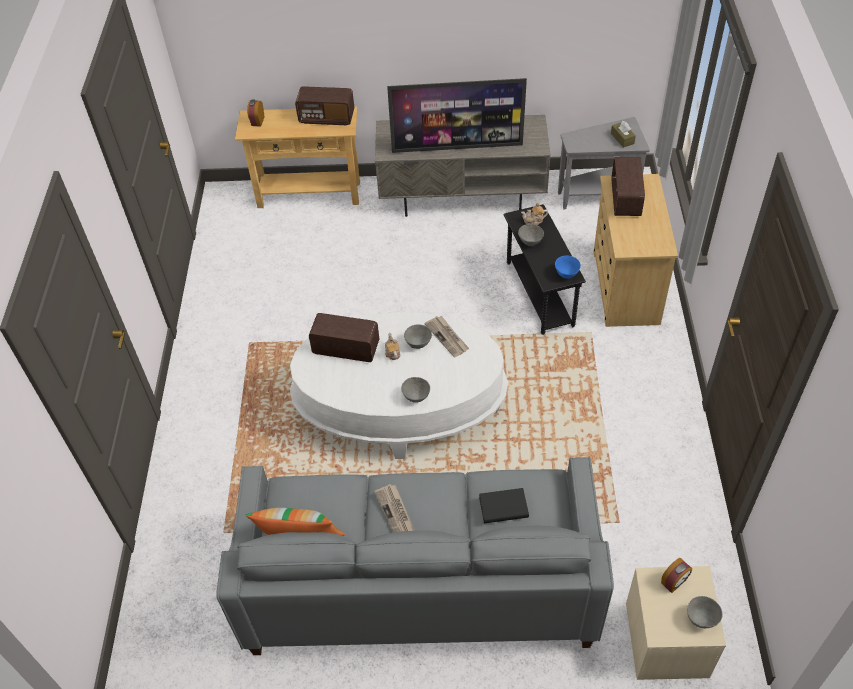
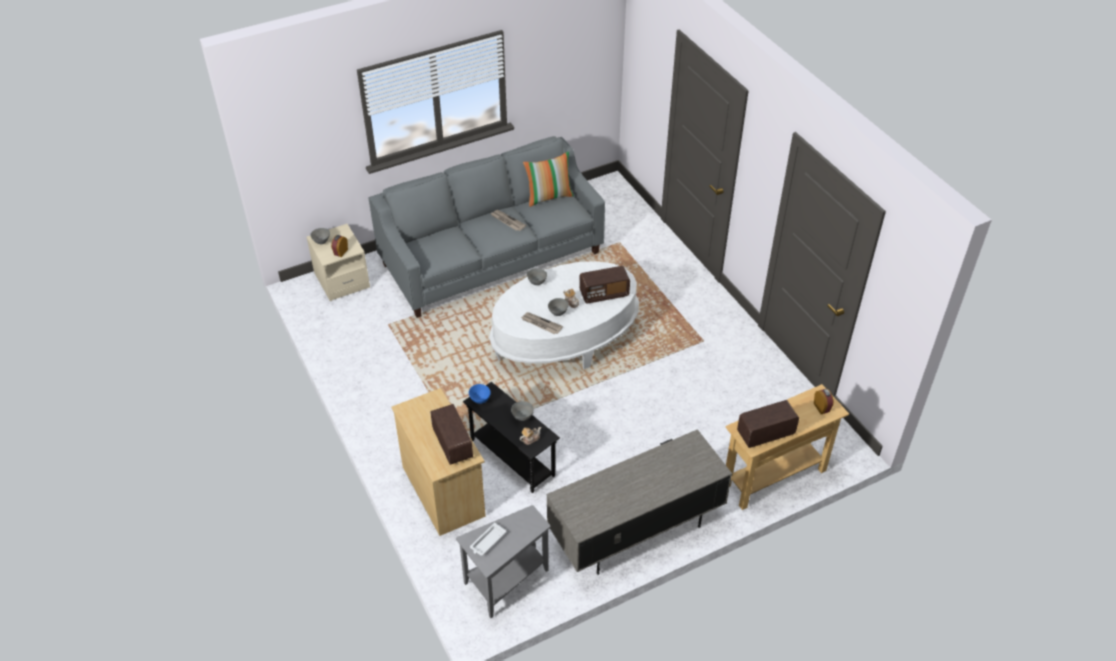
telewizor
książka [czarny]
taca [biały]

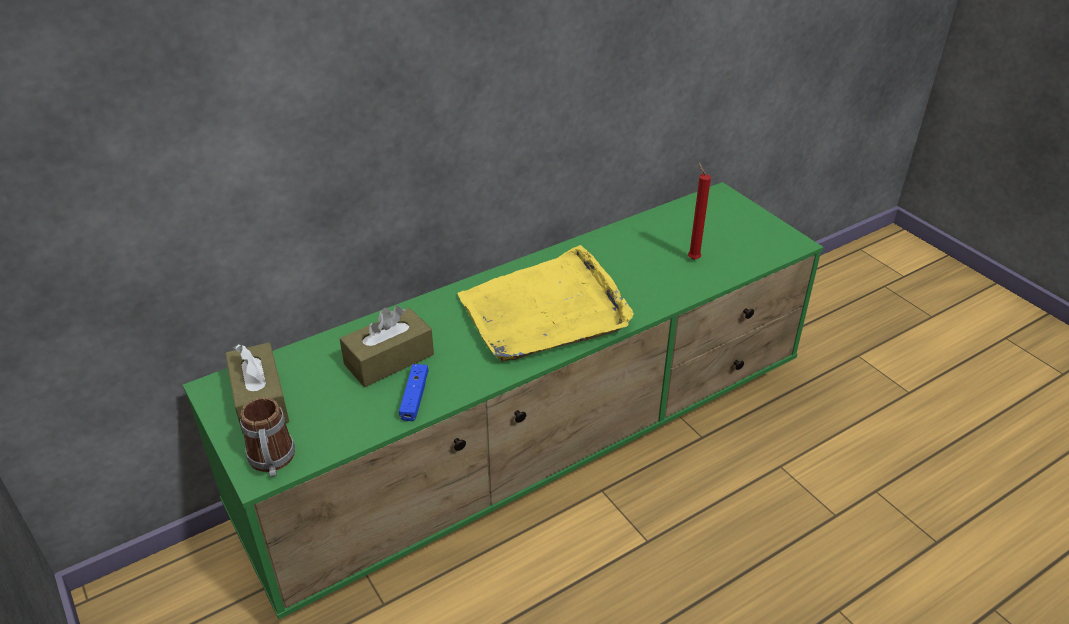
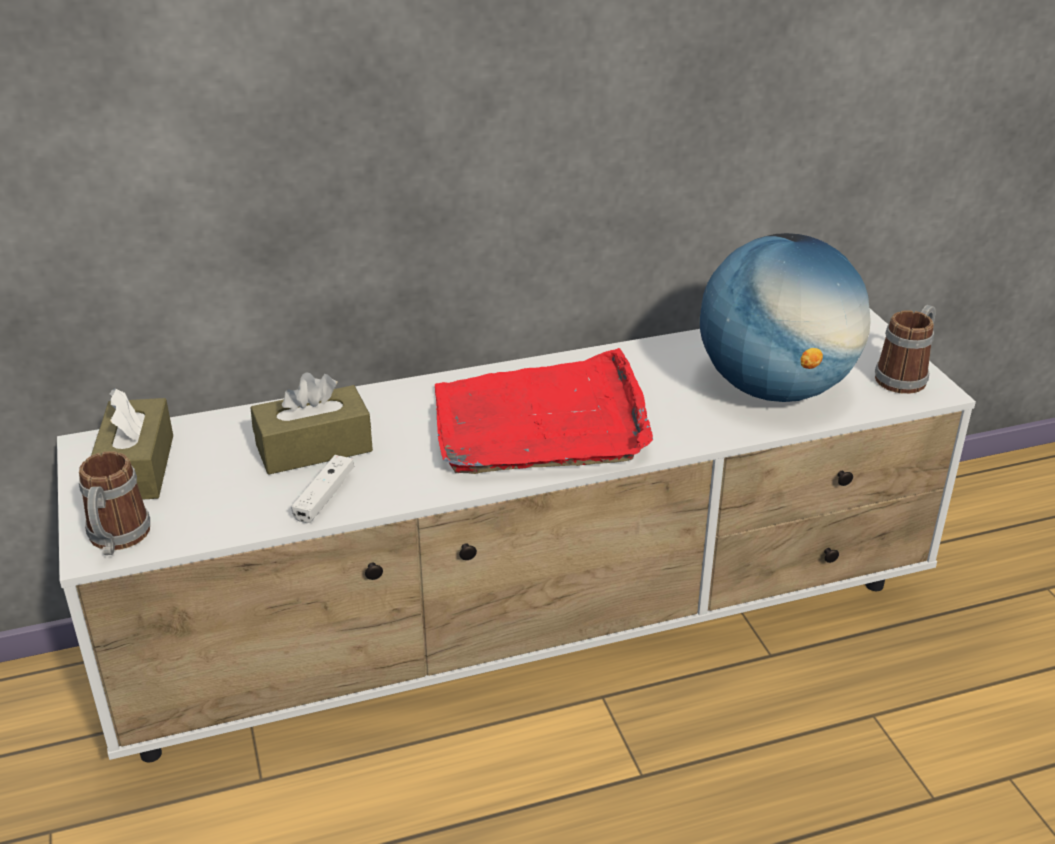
kubek (2nd from left)
globus
szafka pod telewizor [biały]
pad do gier [biały]
taca [czerwony]

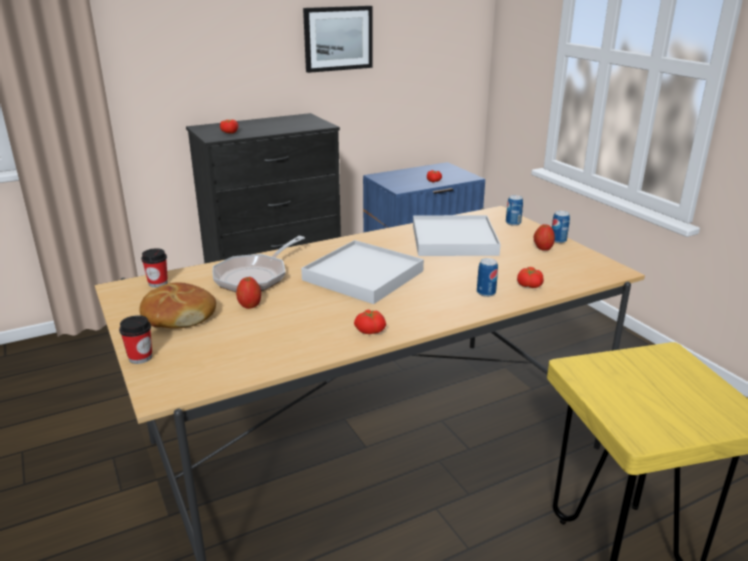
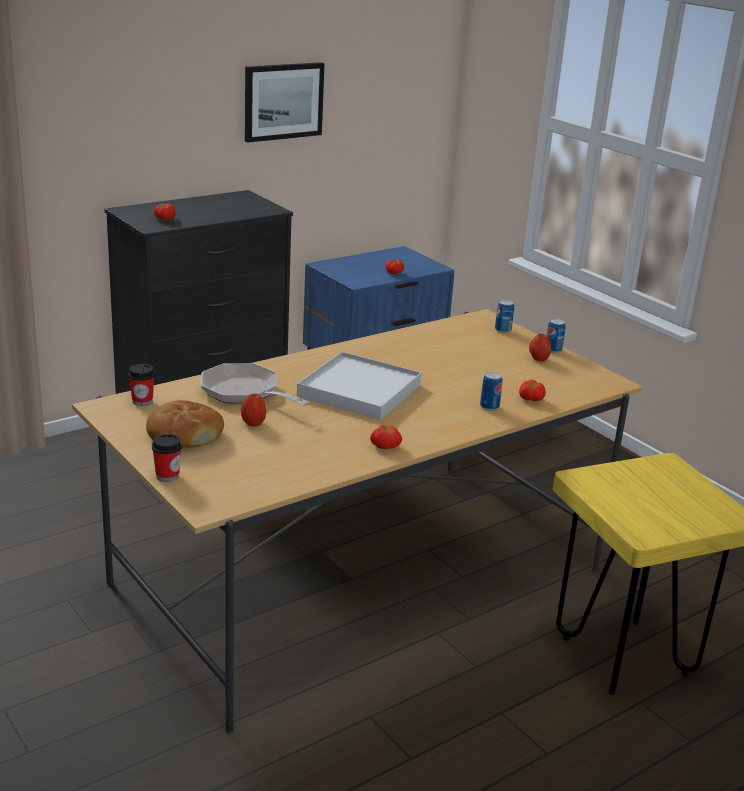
taca [biały] (2nd from left in the first image)
patelnia

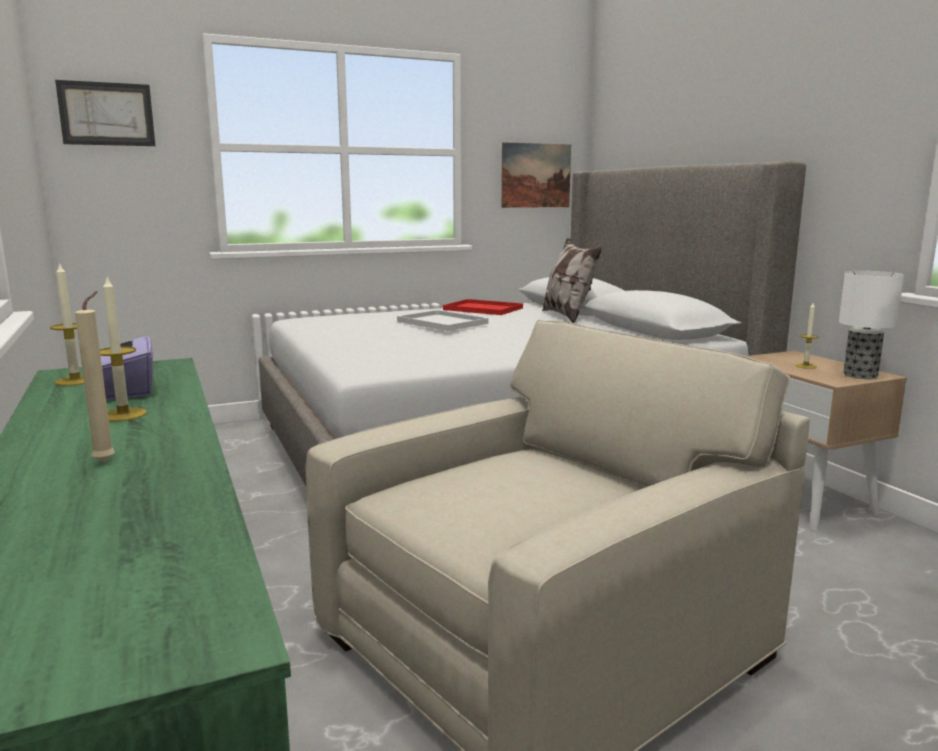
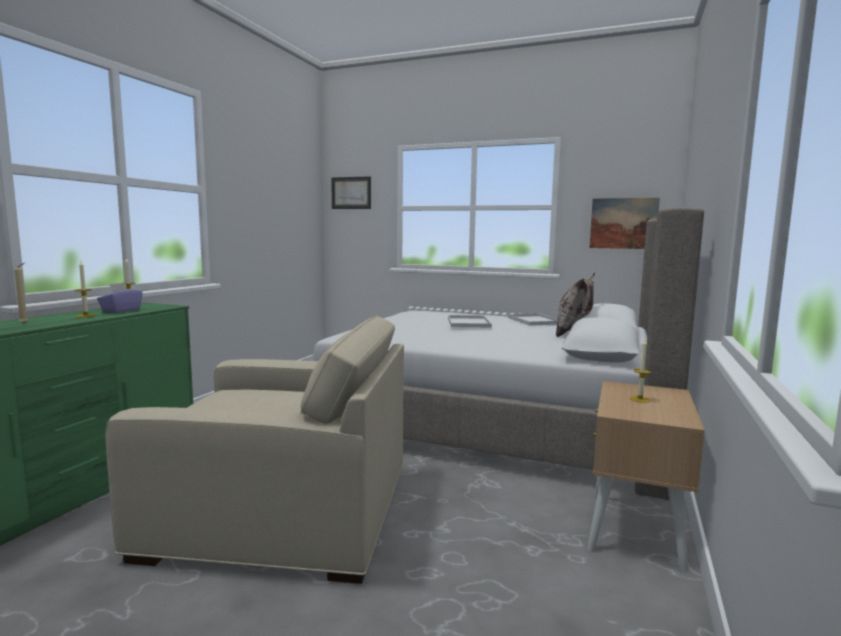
lampa stołowa
taca [biały] (2nd from left)

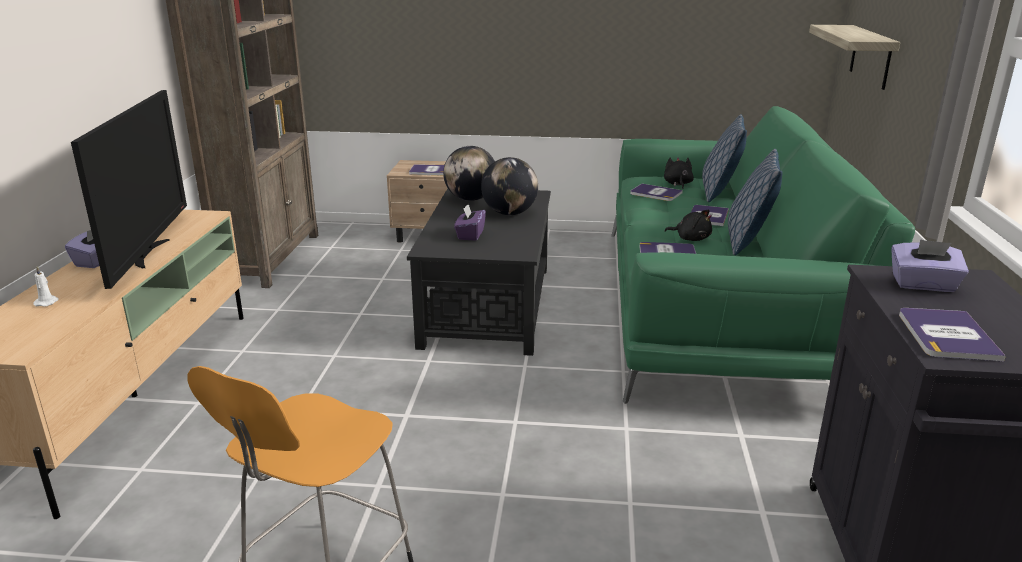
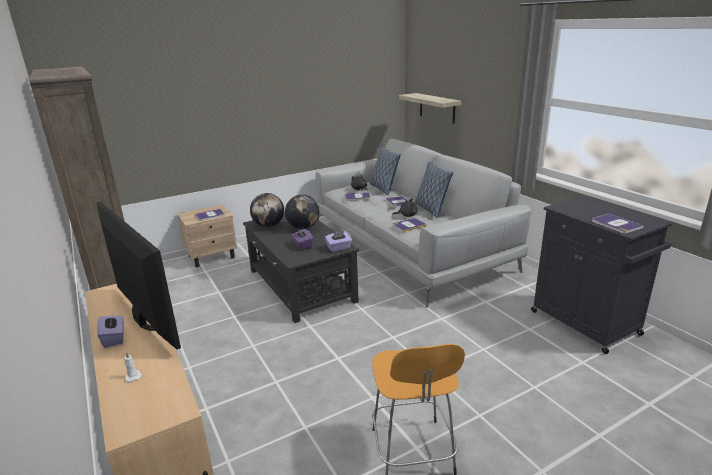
pudełko chusteczek [fioletowy] (3rd from left)
kanapa [szary]

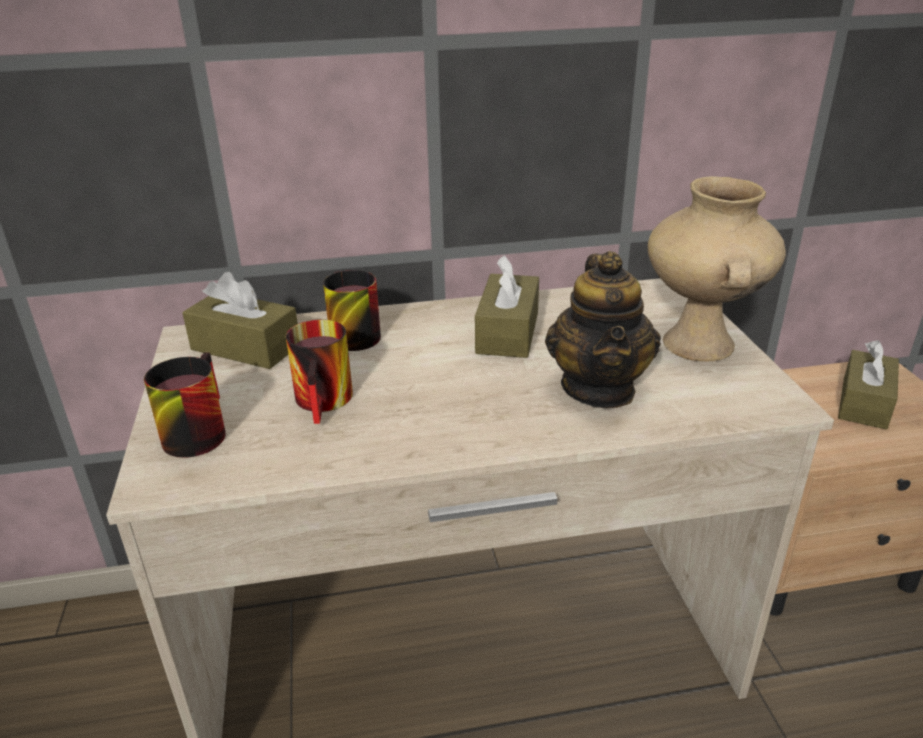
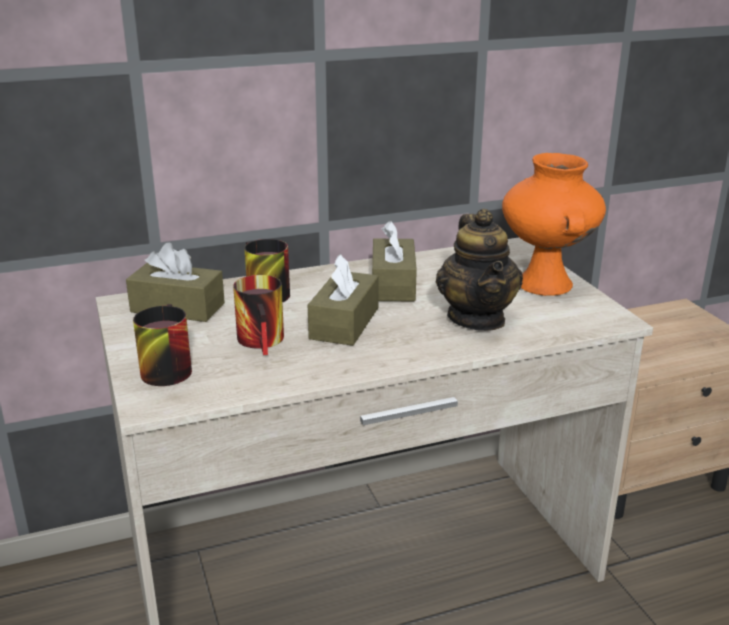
pudełko chusteczek [brązowy] (2nd from left)
wazon [pomarańczowy]

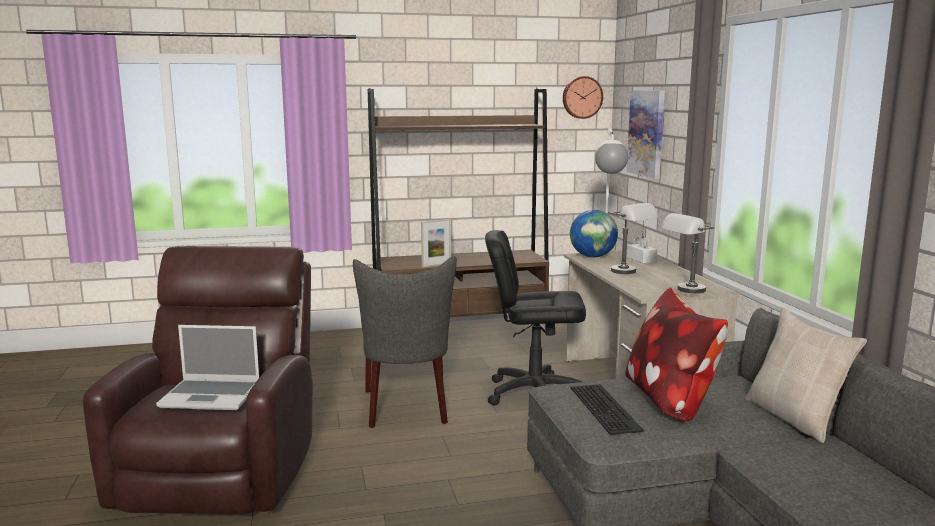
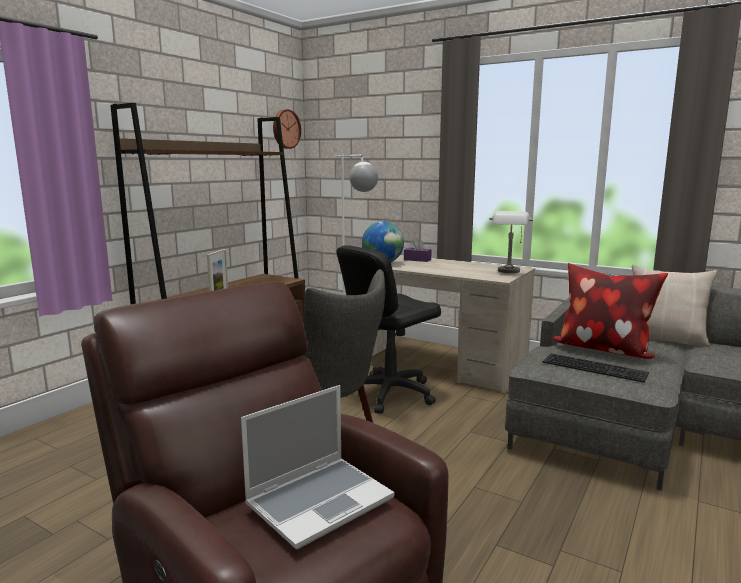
lampa stołowa [szary] (1st from left in the first image)
obraz
pudełko chusteczek [fioletowy]

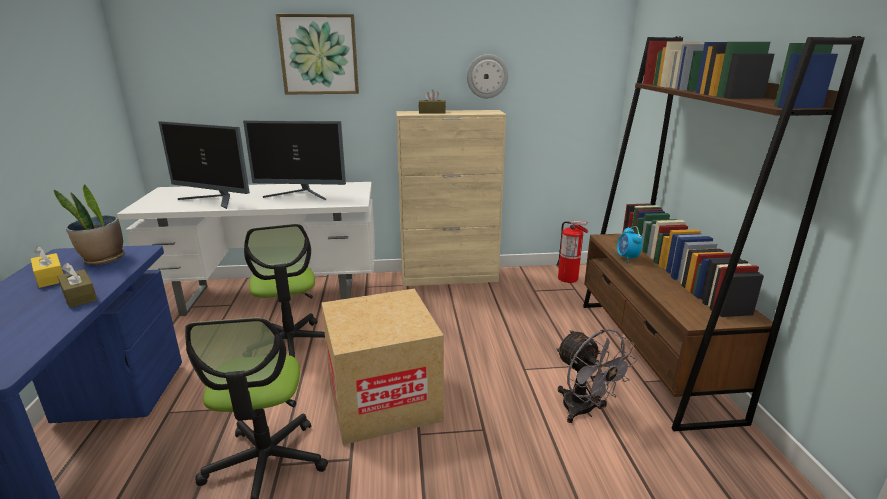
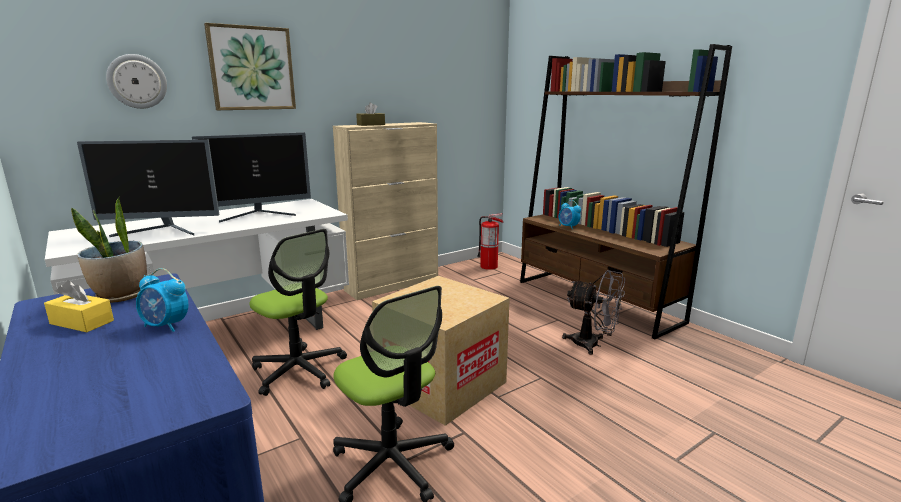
zegar ścienny
budzik (1st from left)

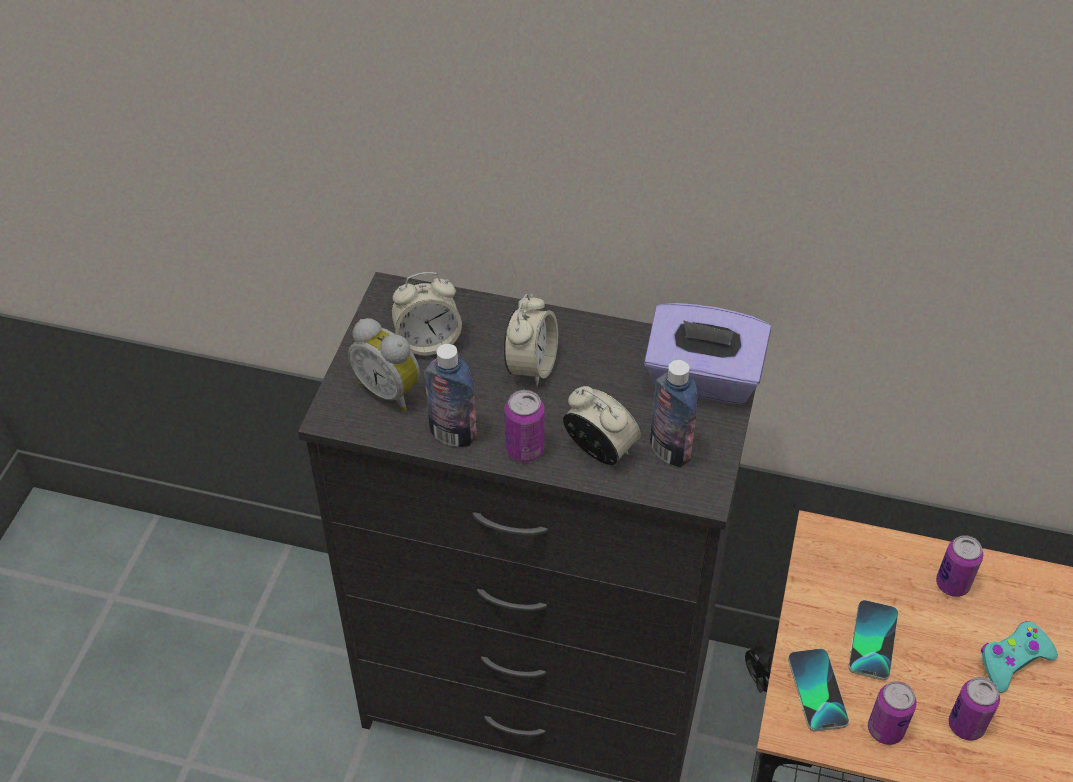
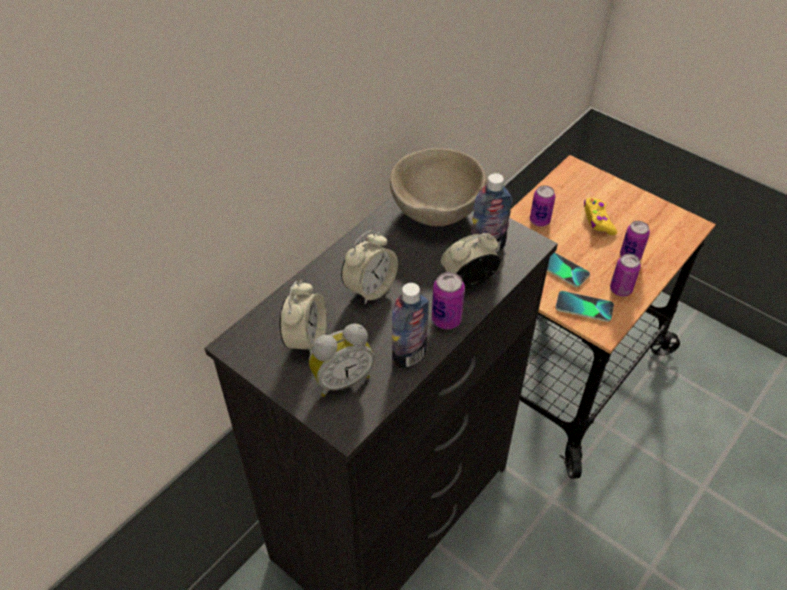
miska [beżowy]
pad do gier [żółty]
budzik (3rd from left)

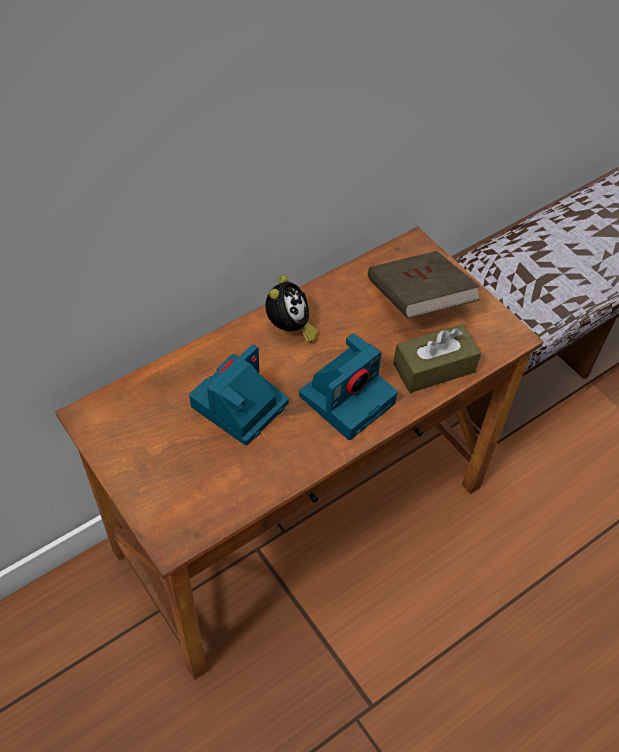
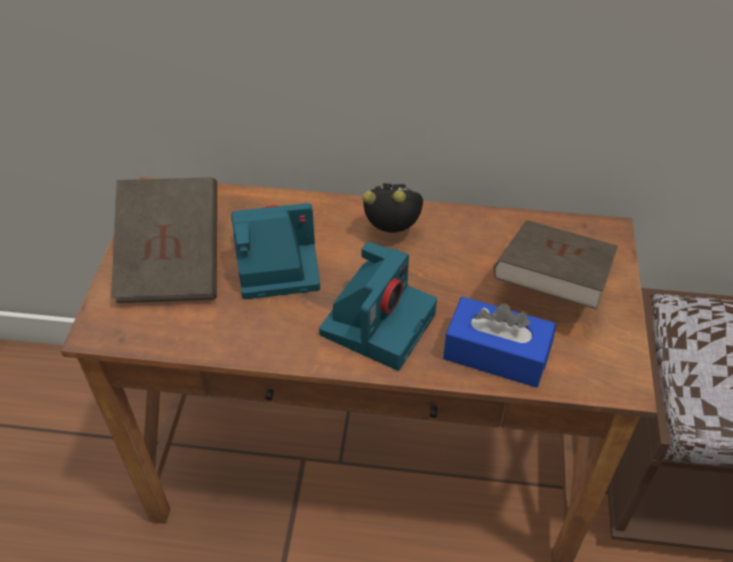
książka [brązowy] (1st from left)
pudełko chusteczek [niebieski]
budzik
aparat fotograficzny (2nd from left)

